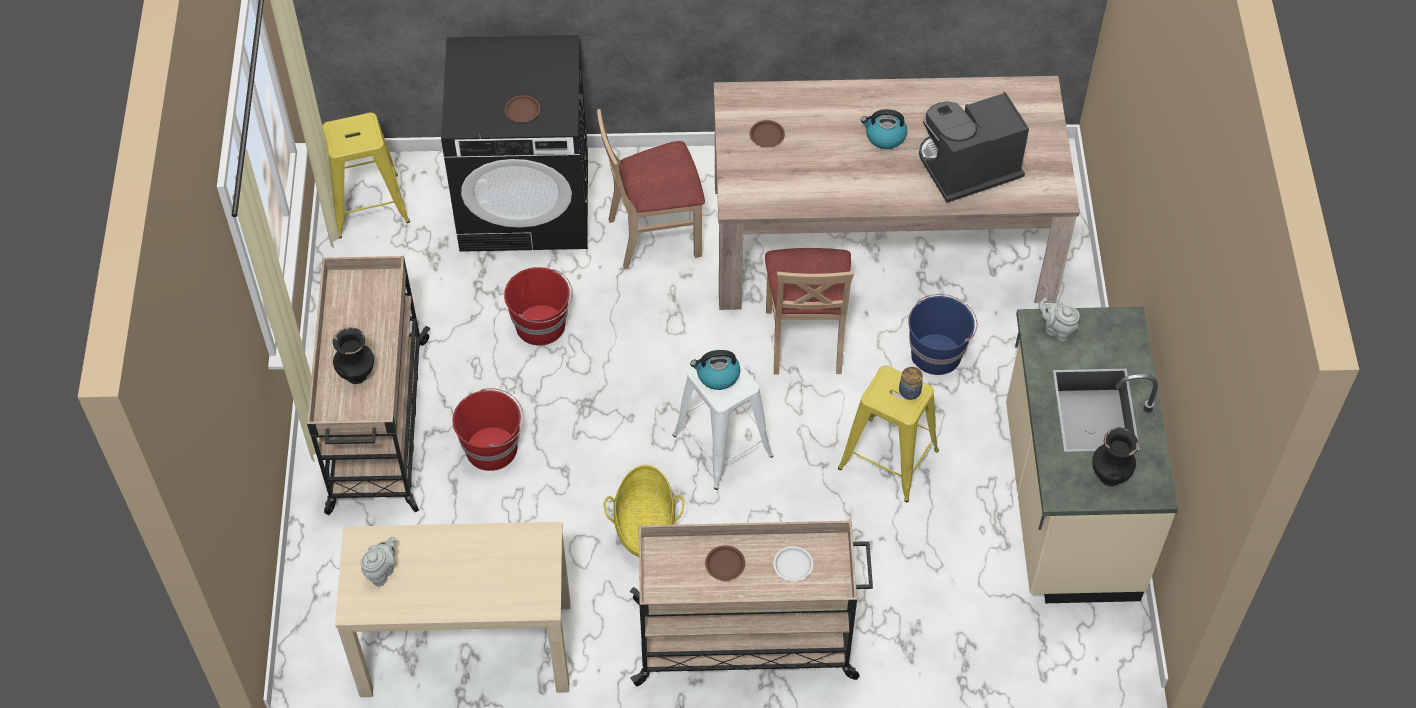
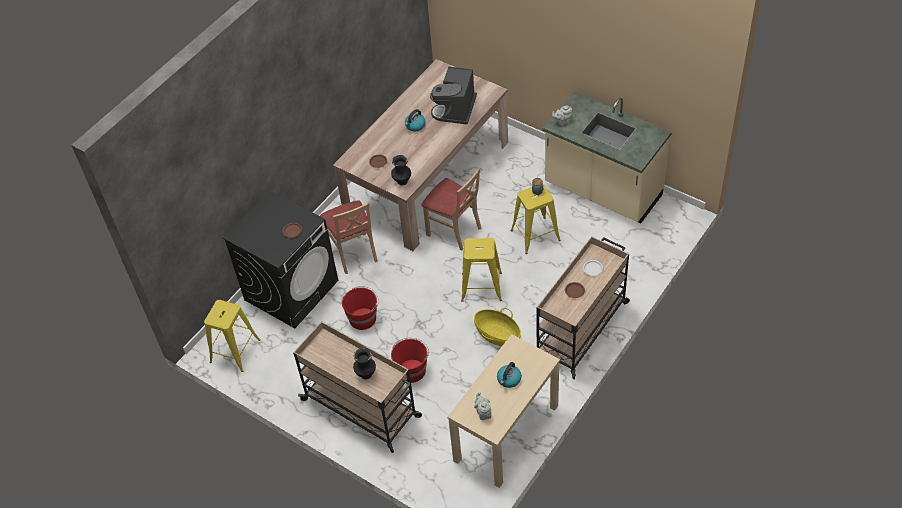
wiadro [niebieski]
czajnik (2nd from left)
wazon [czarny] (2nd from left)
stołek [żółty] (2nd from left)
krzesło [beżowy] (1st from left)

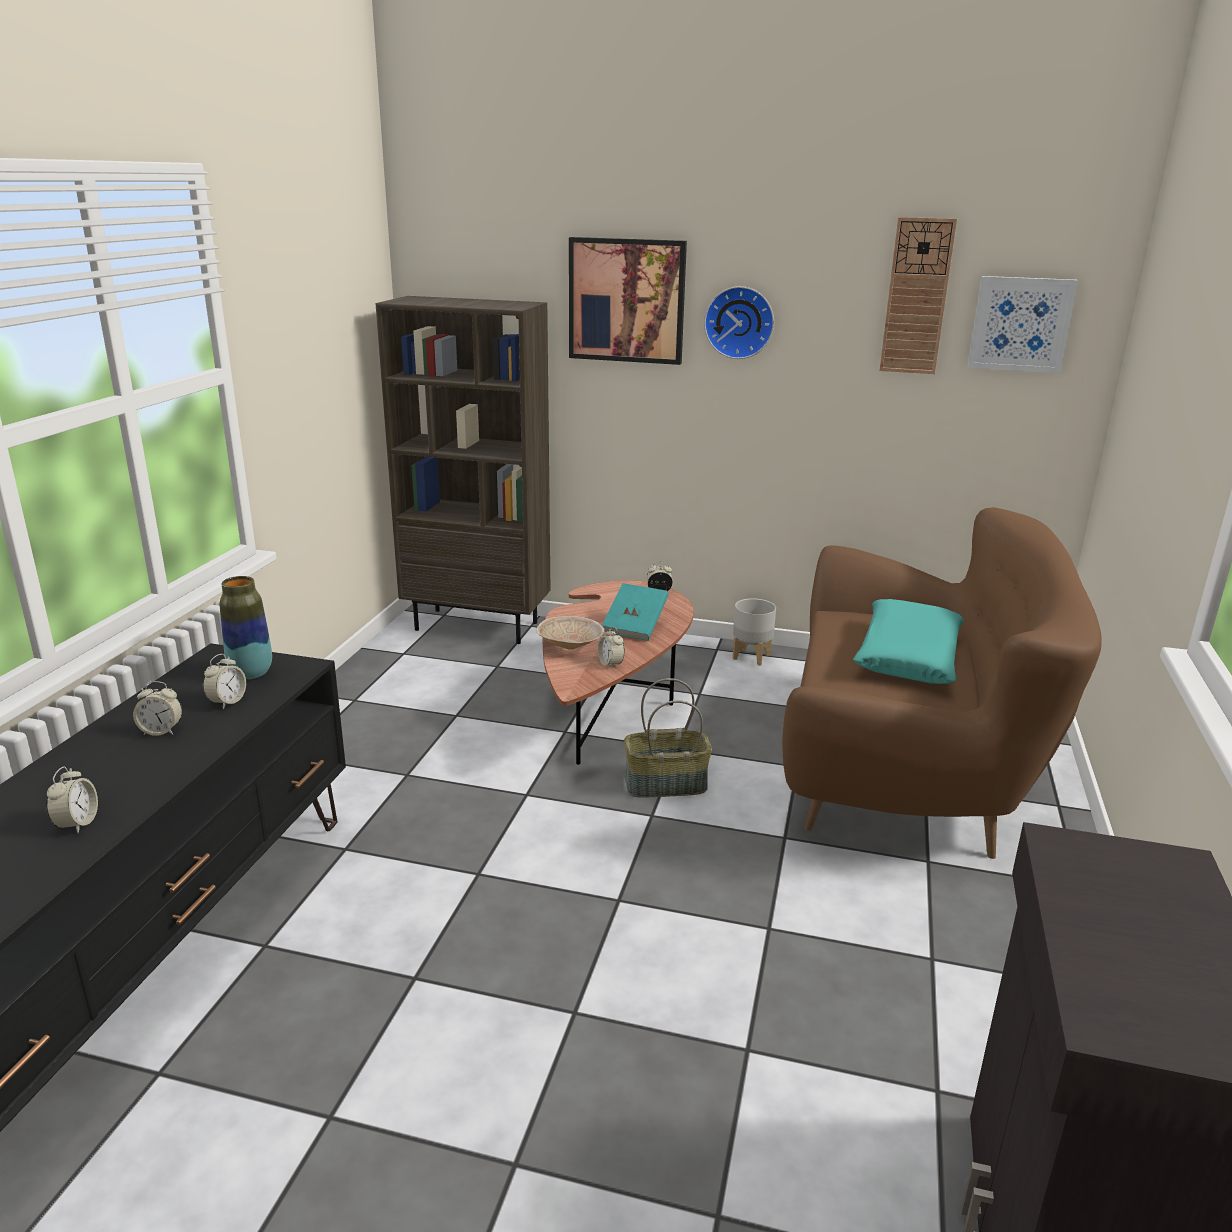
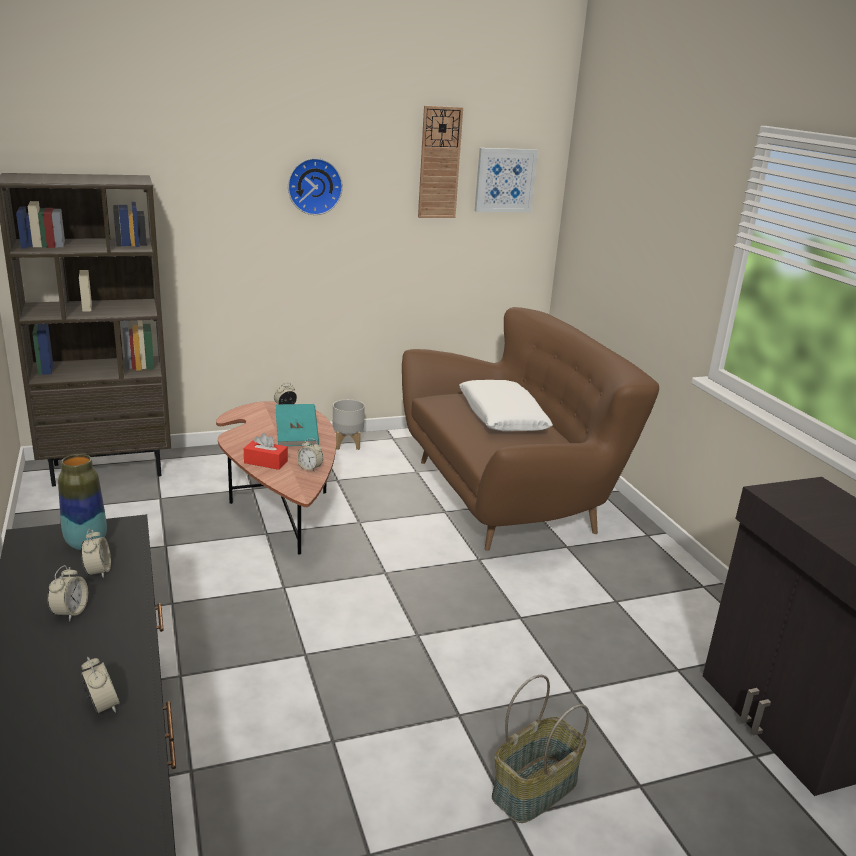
obraz (1st from left in the first image)
koszyk
pudełko chusteczek [czerwony]
poduszka [biały]
budzik (1st from left)

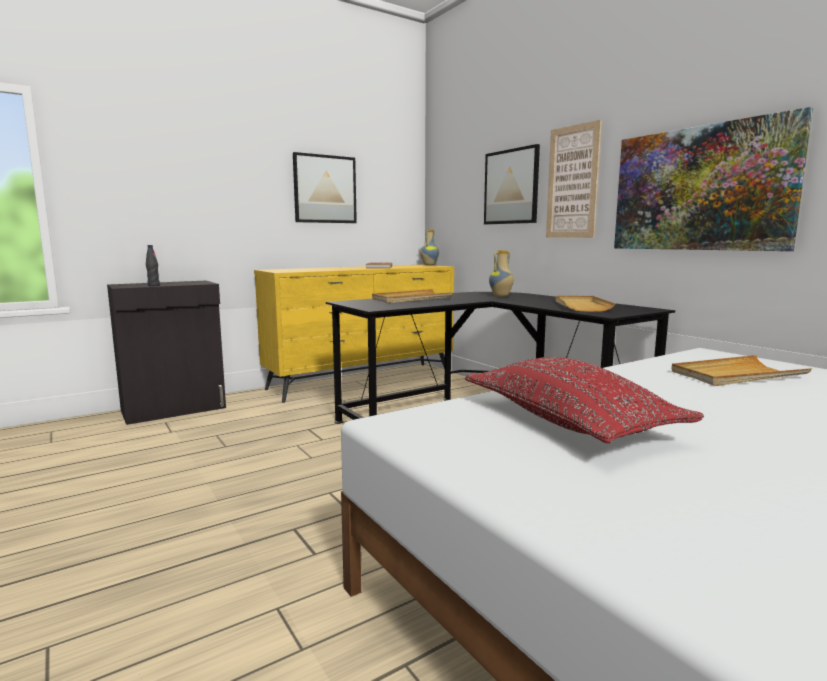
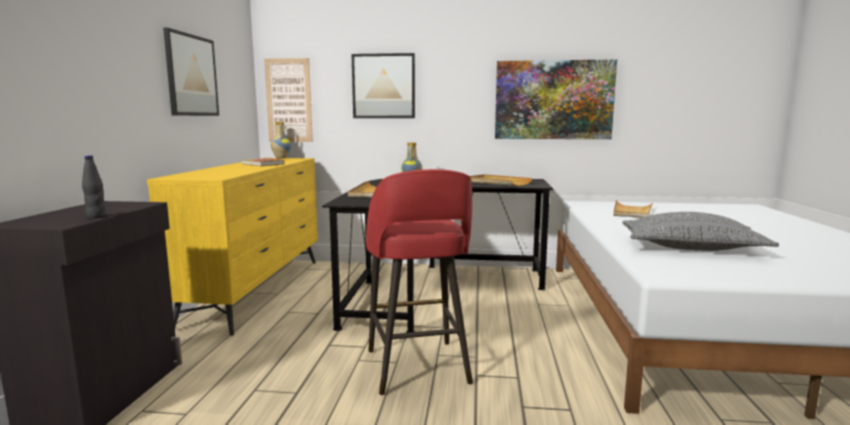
stołek [czerwony]
obraz (2nd from left)
poduszka [szary]

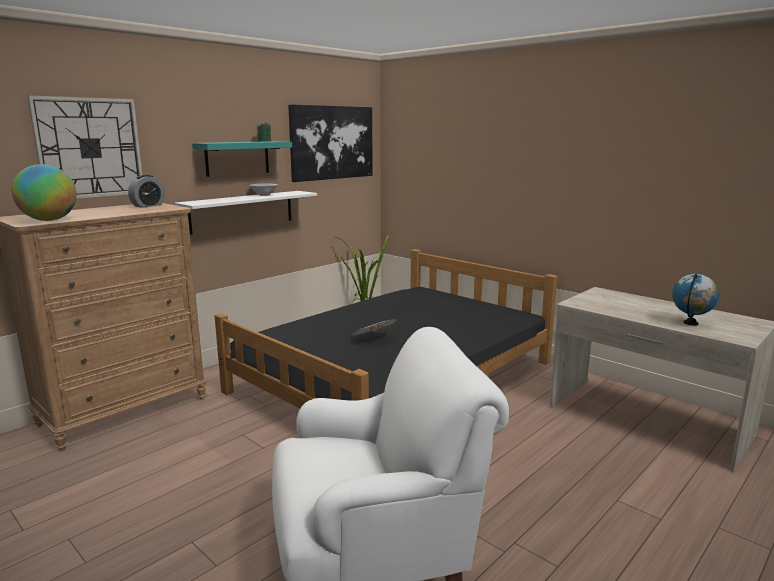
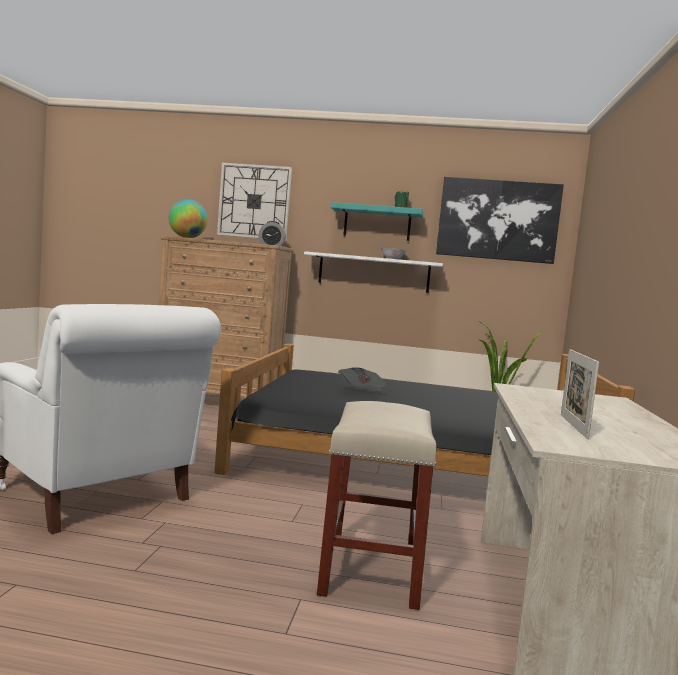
stołek [beżowy]
ramka na zdjęcie

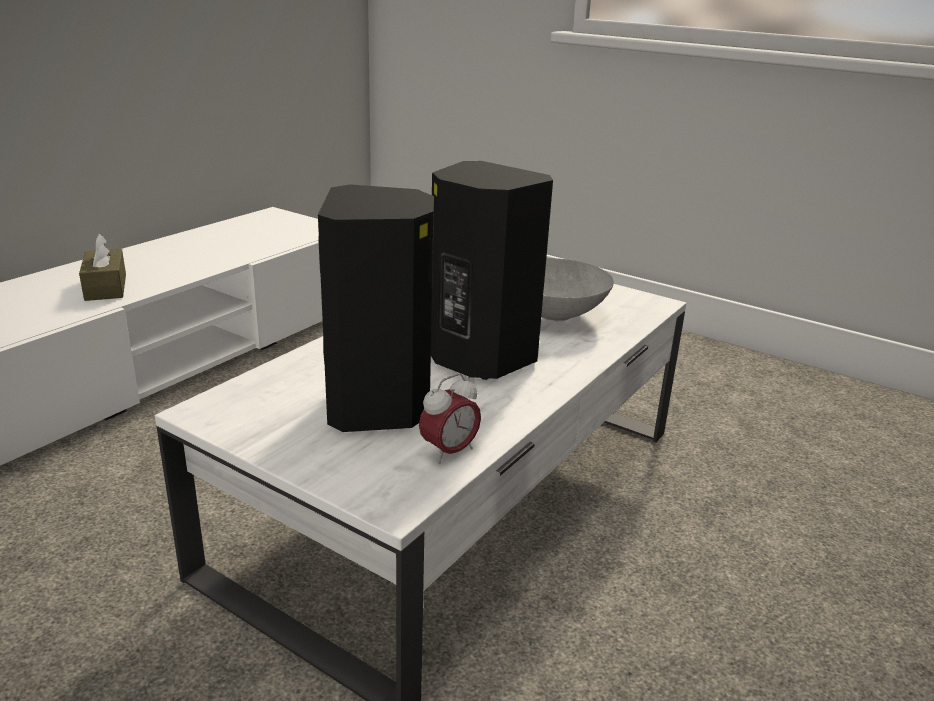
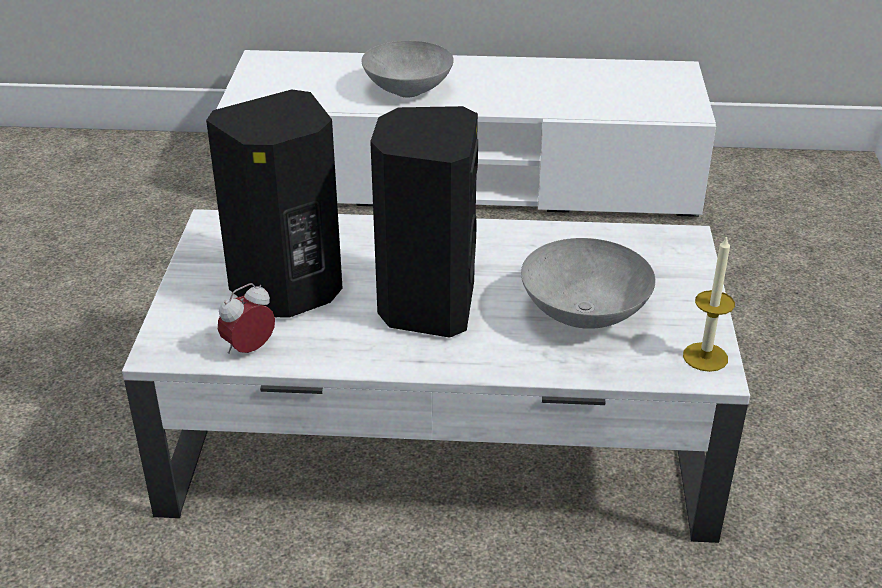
świeca
miska [szary] (1st from left)
budzik

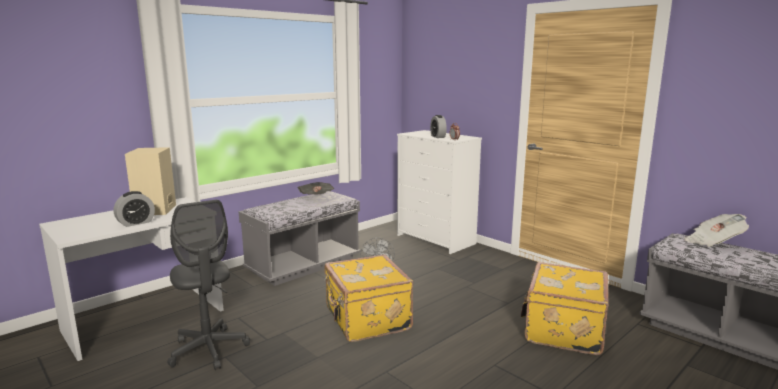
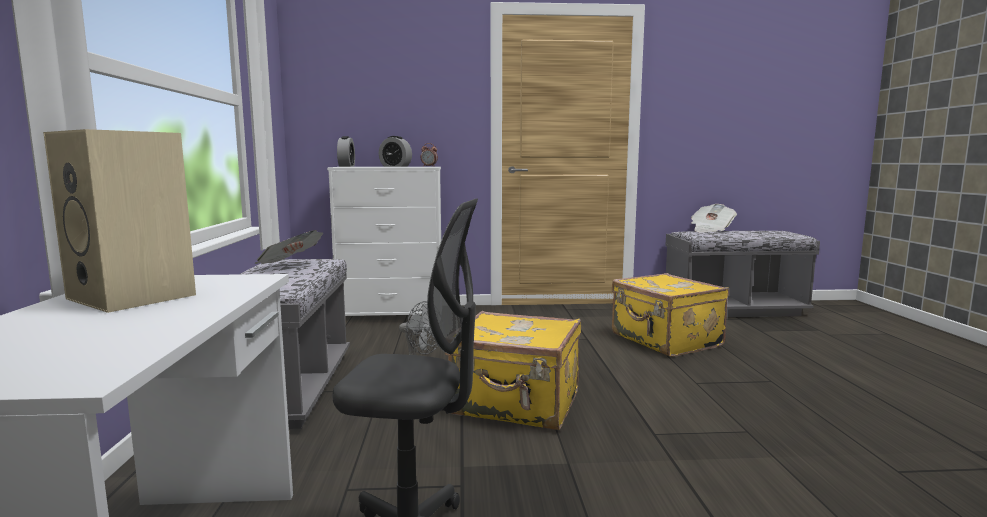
budzik (1st from left)

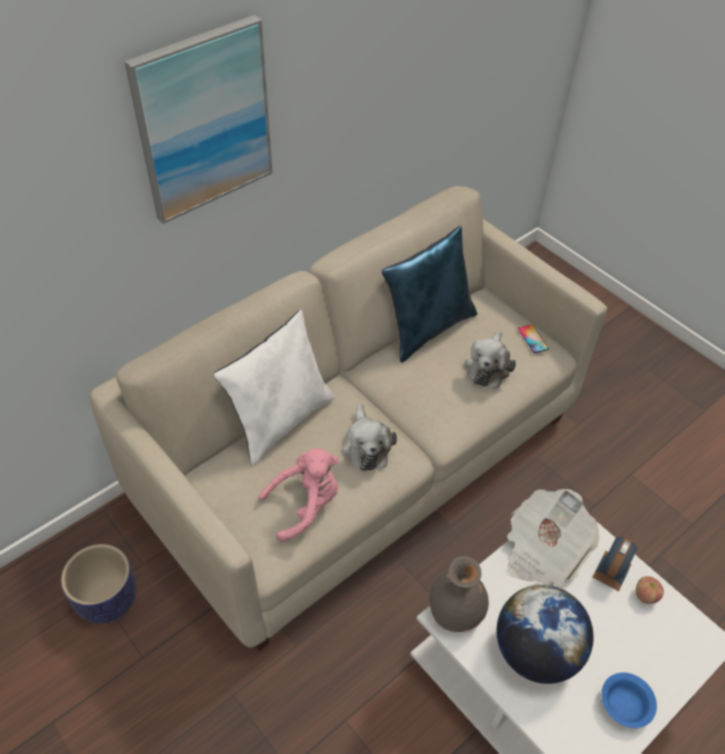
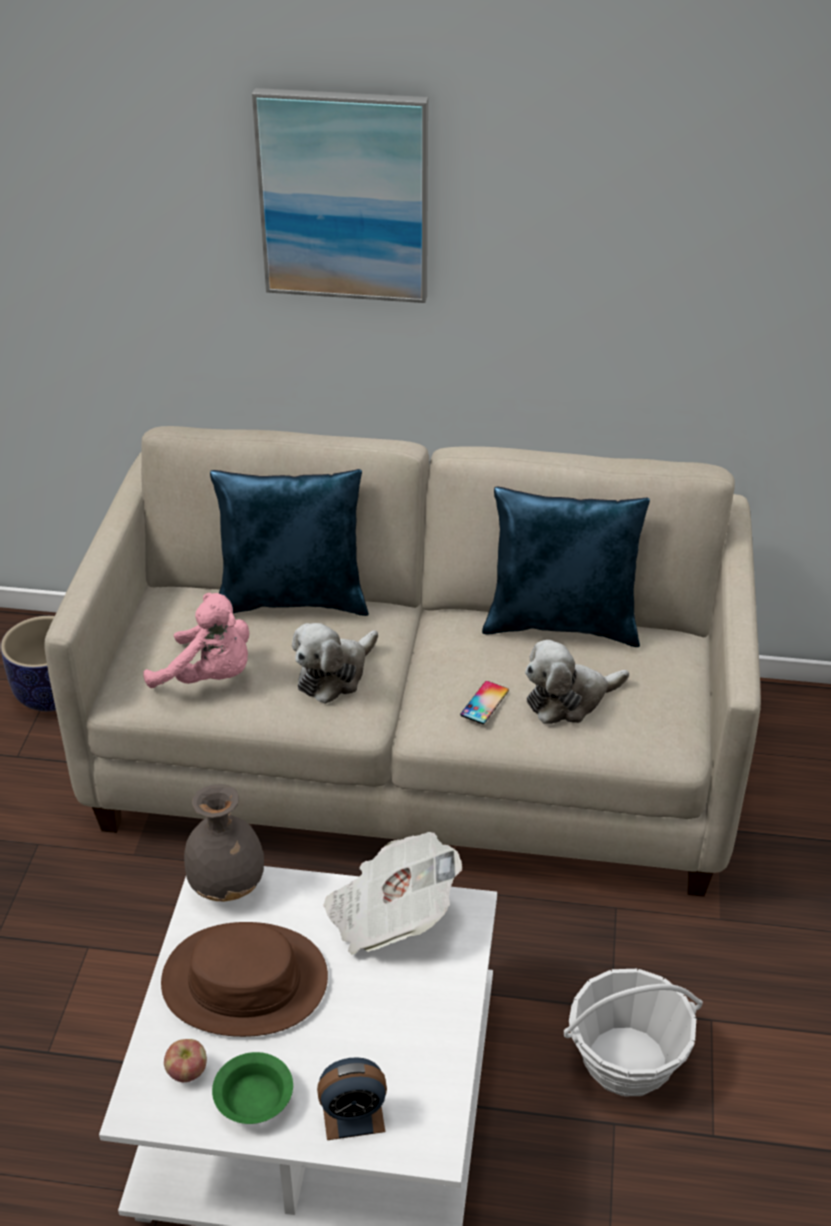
koszyk
telefon
budzik
jabłko
kapelusz [brązowy]
poduszka [niebieski] (1st from left)
miska [zielony]

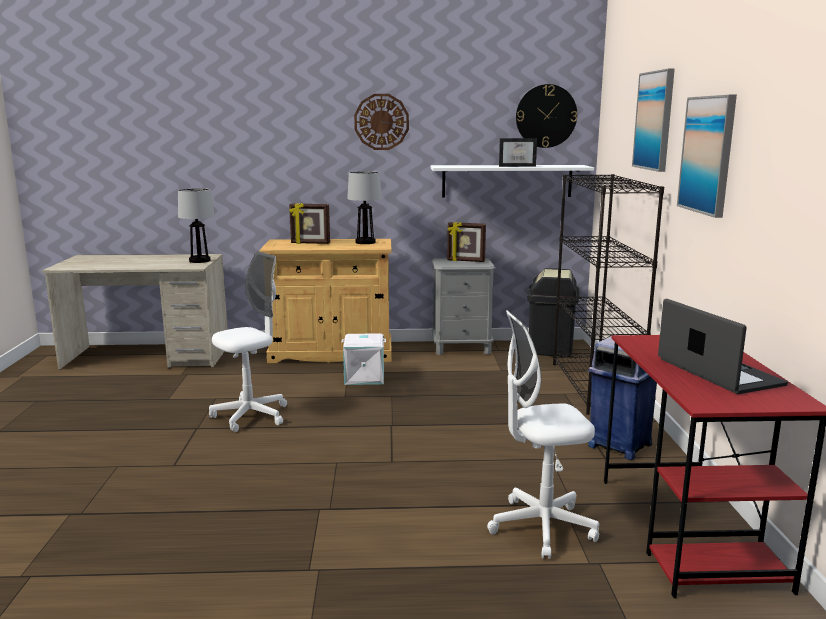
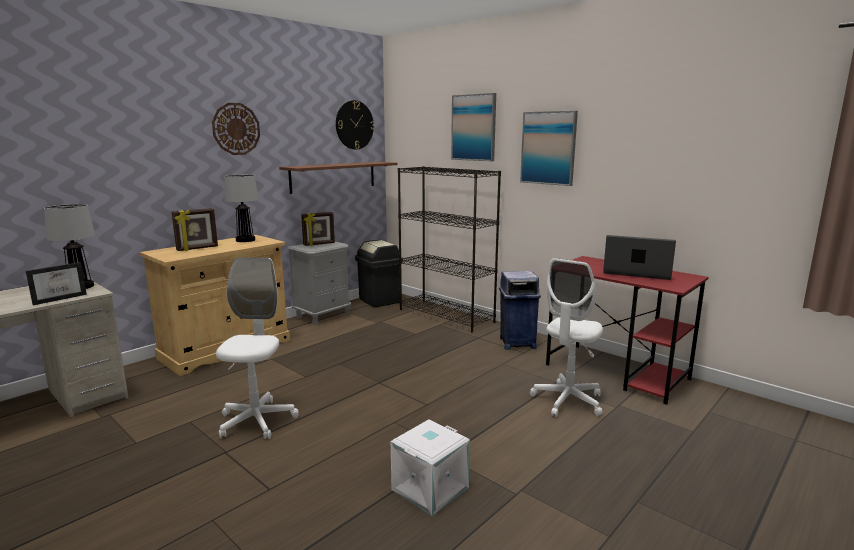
pojemnik do przechowywania [biały]
ramka na zdjęcie (1st from left)
półka [brązowy]

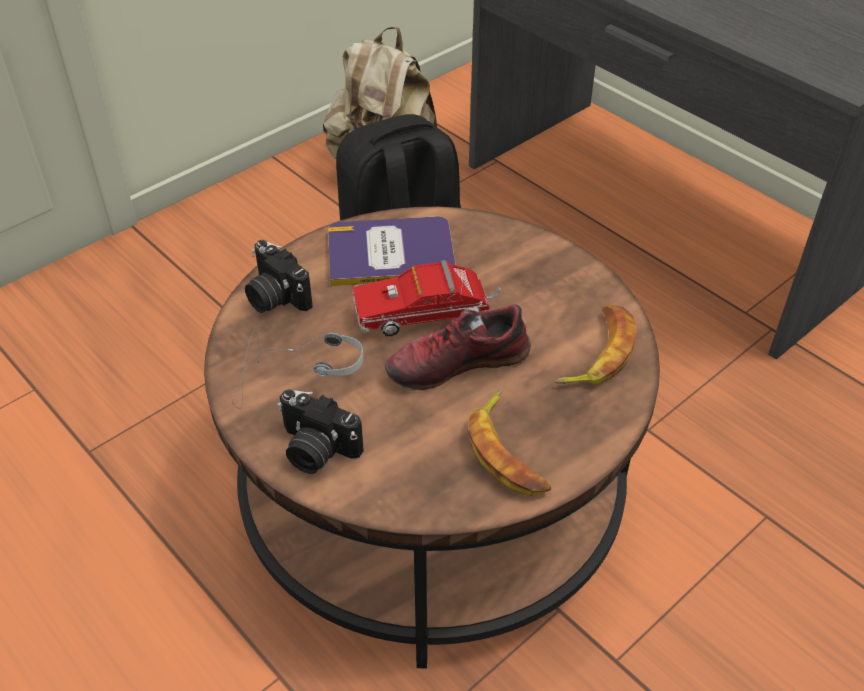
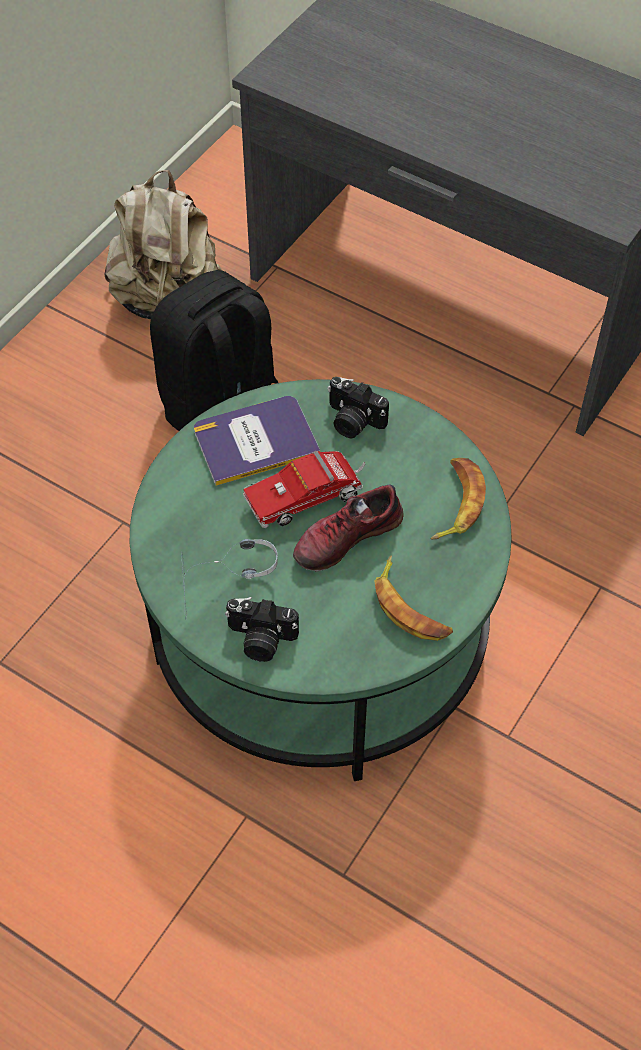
aparat fotograficzny (2nd from left)
ława [zielony]

